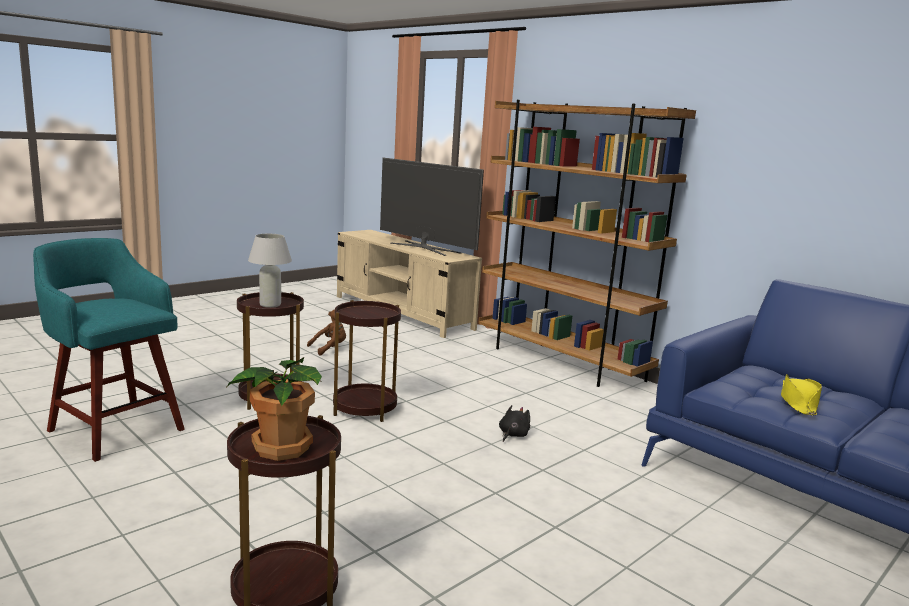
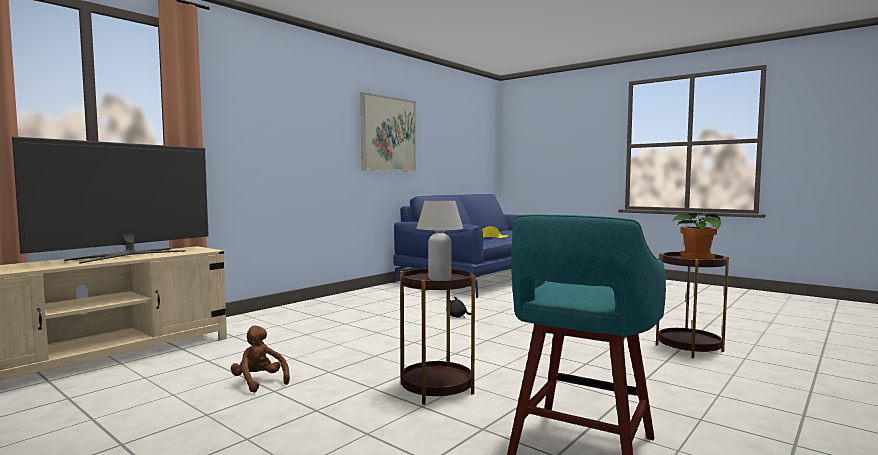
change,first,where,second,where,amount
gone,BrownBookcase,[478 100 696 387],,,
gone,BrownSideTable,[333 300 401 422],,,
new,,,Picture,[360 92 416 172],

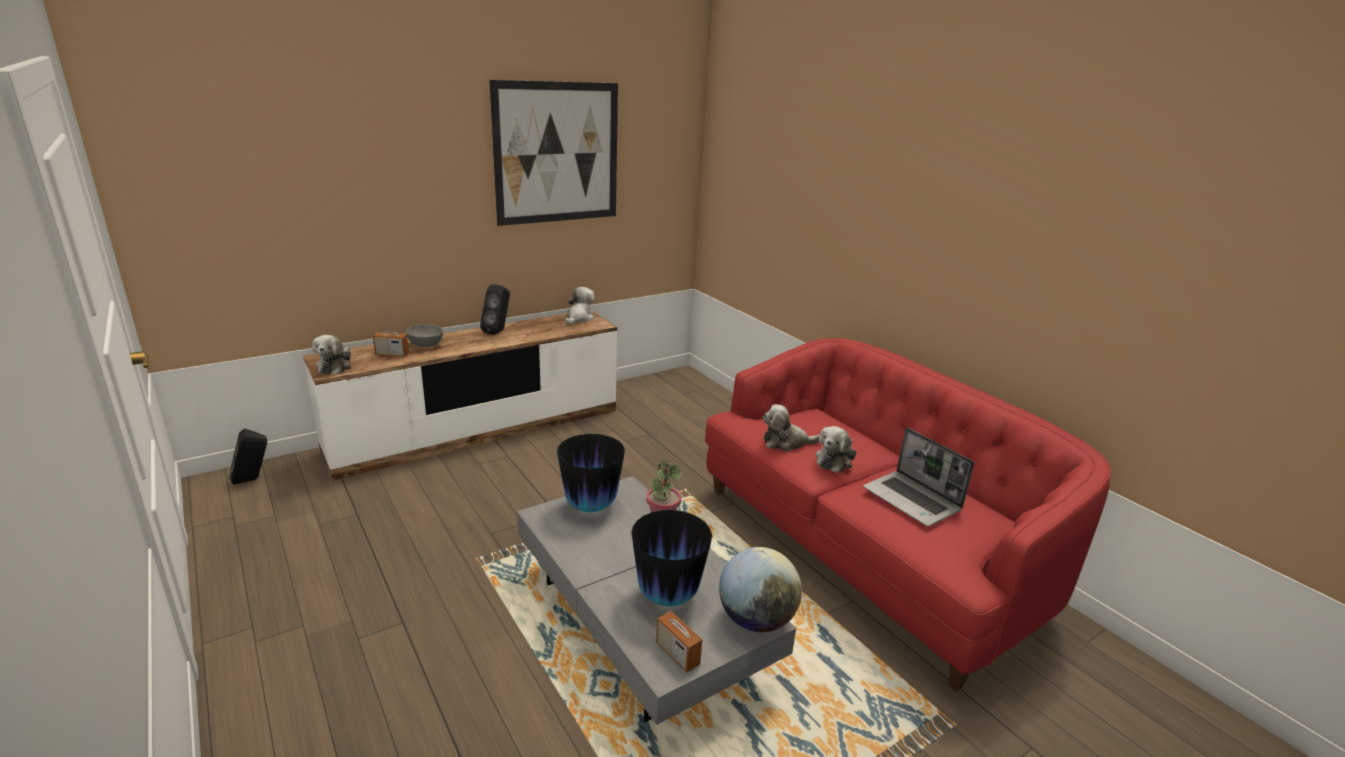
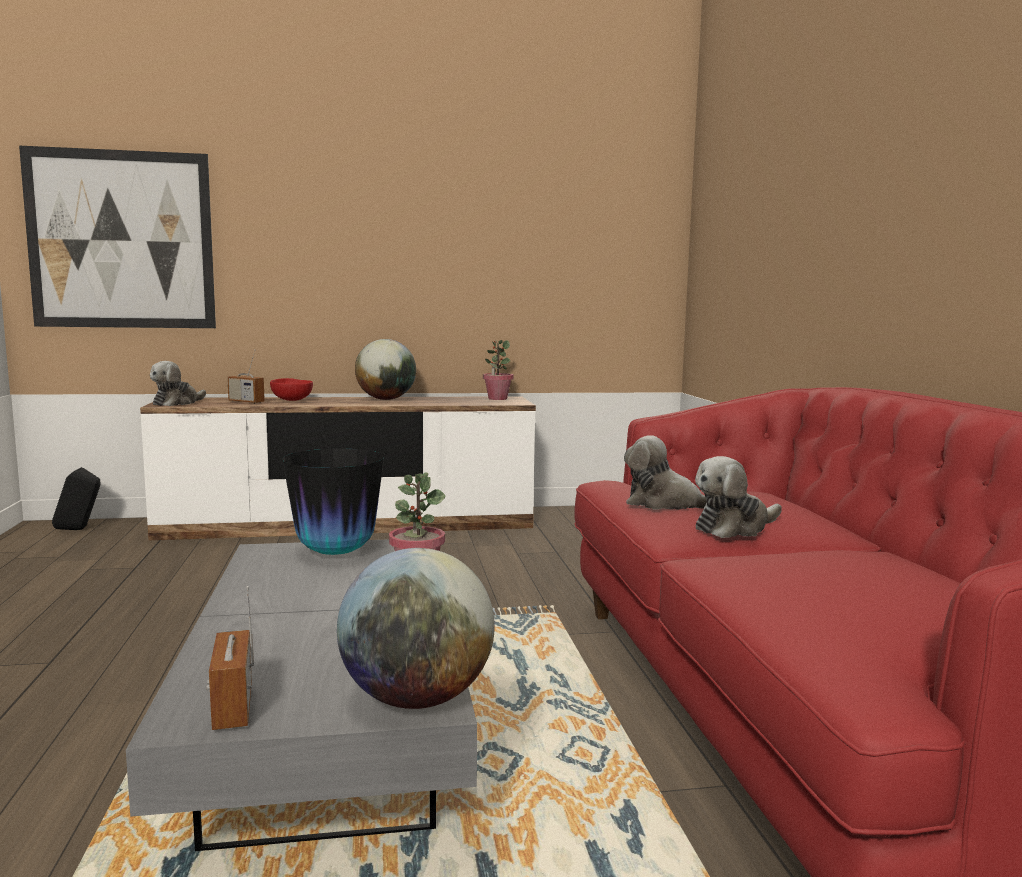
change,first,where,second,where,amount
shifted,Picture,[489 80 618 226],,[19 146 216 328],
swapped,BlackSpeaker,[480 284 510 335],Globe,[355 339 416 400],
swapped,PlushToy,[565 287 595 325],PottedPlant,[483 340 514 400],
repainted,GreyBowl,[407 324 443 347],RedBowl,[270 378 313 401],
gone,Laptop,[863 428 974 526],,,
gone,Vase,[631 510 712 606],,,

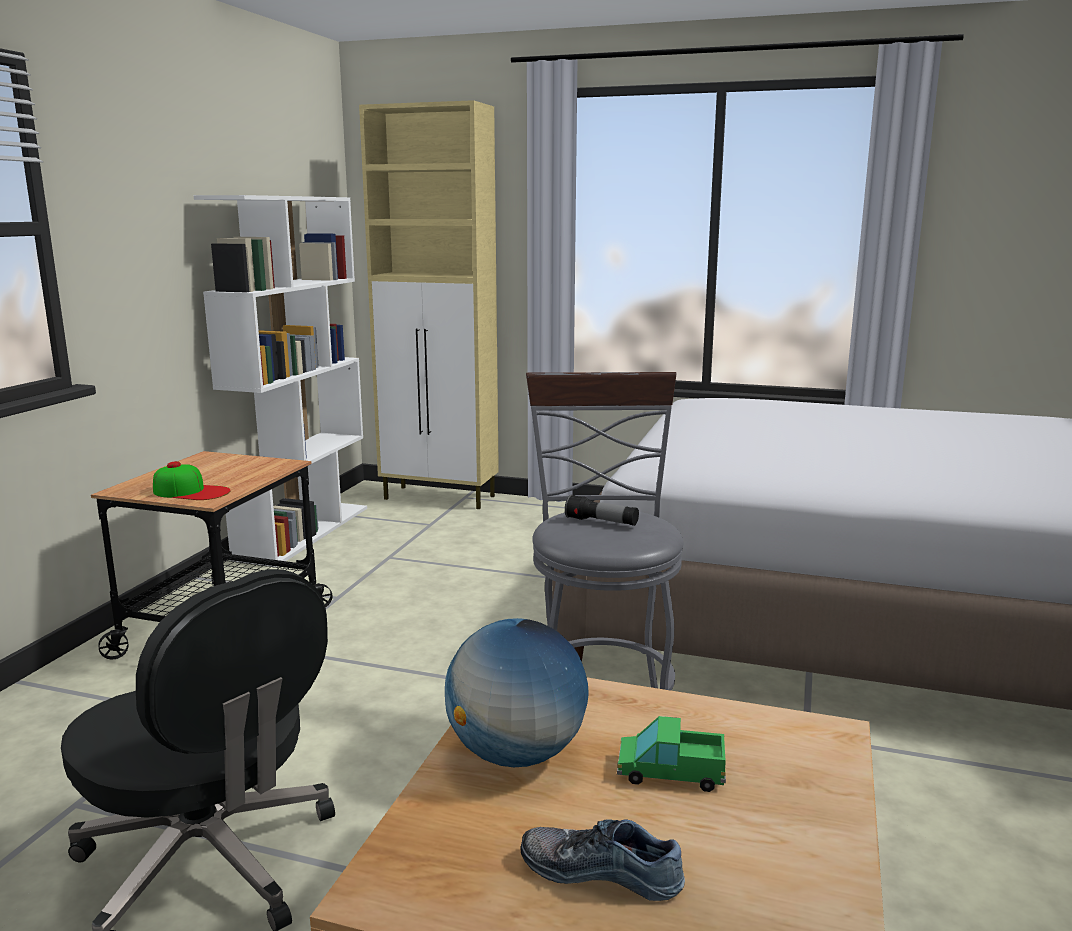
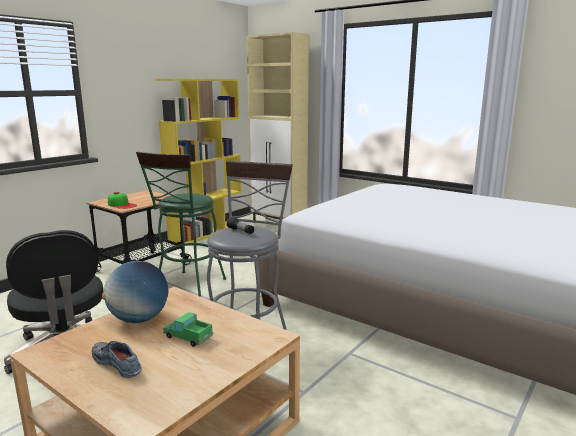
change,first,where,second,where,amount
repainted,WhiteBookcase,[193 195 367 567],YellowBookcase,[156 79 241 243],
new,,,GreenStool,[136 152 226 297],

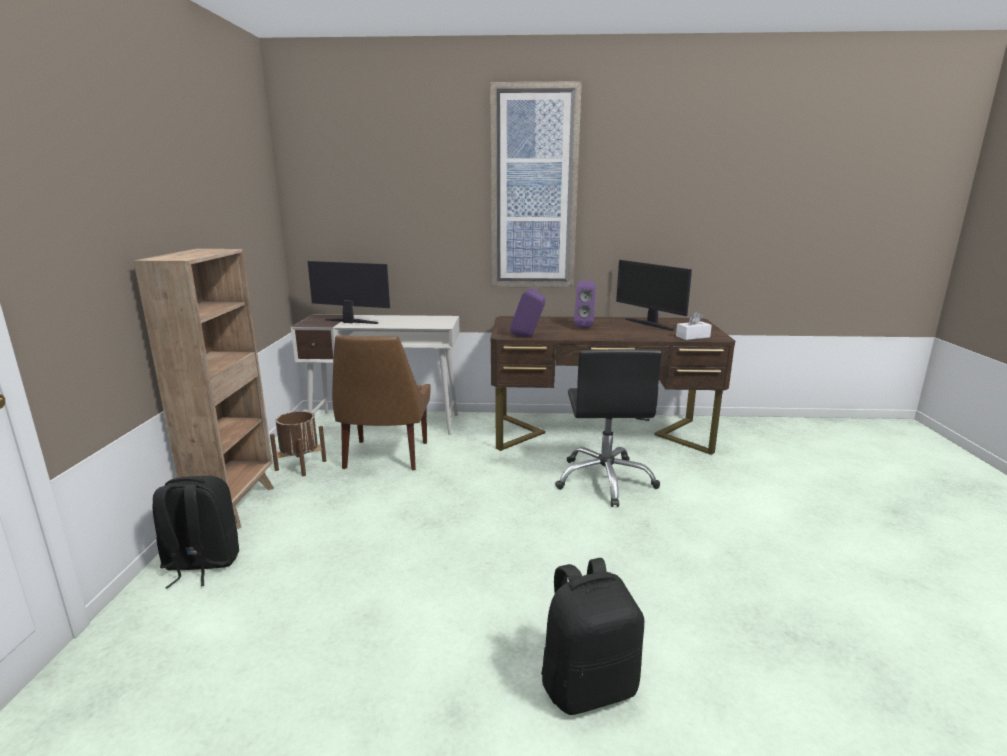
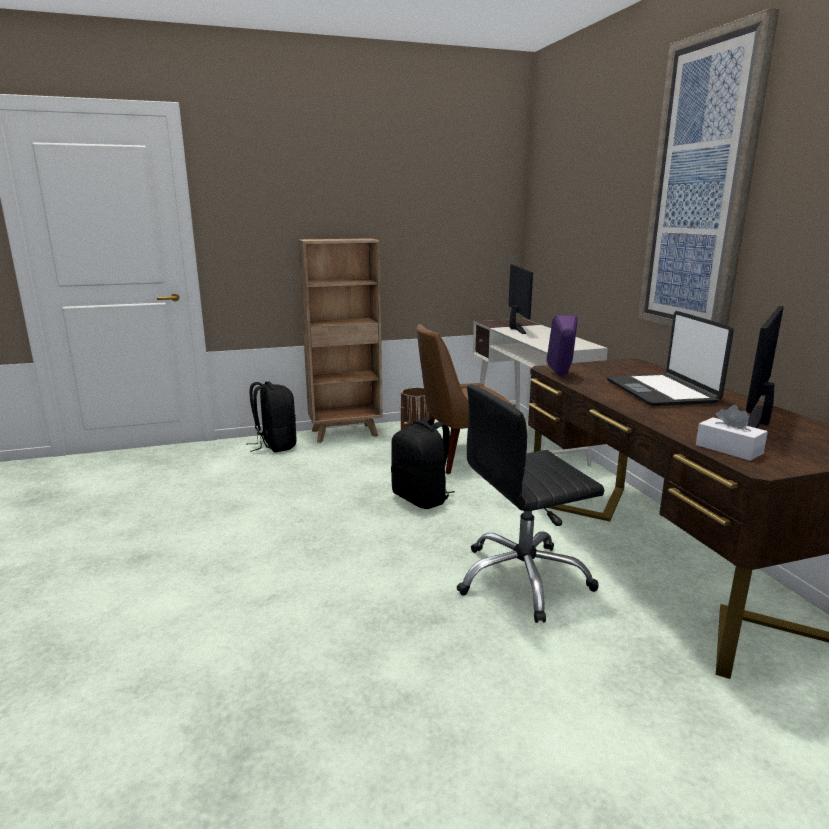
change,first,where,second,where,amount
swapped,PurpleSpeaker,[574 281 595 328],Laptop,[607 311 734 406],
shifted,BlackBackpack,[541 558 644 715],,[391 417 455 509],

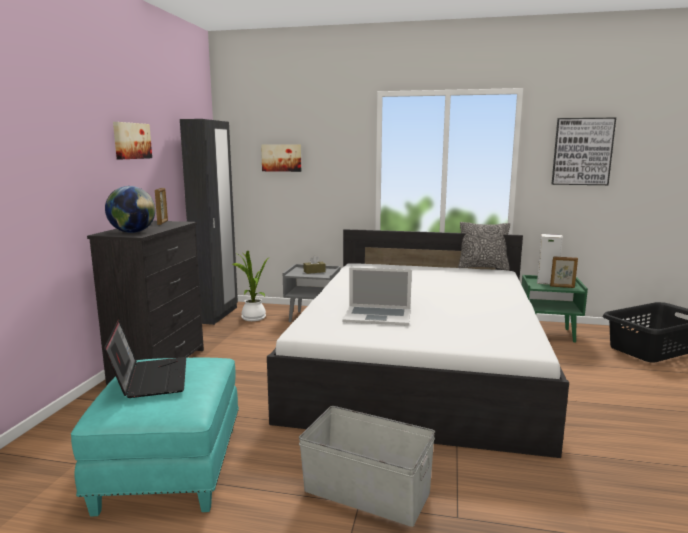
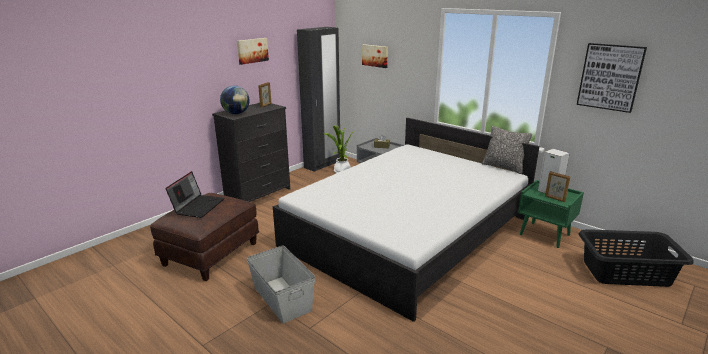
change,first,where,second,where,amount
gone,Laptop,[343 267 412 326],,,
repainted,TurquoiseOttoman,[71 358 239 517],BrownOttoman,[150 193 259 281],

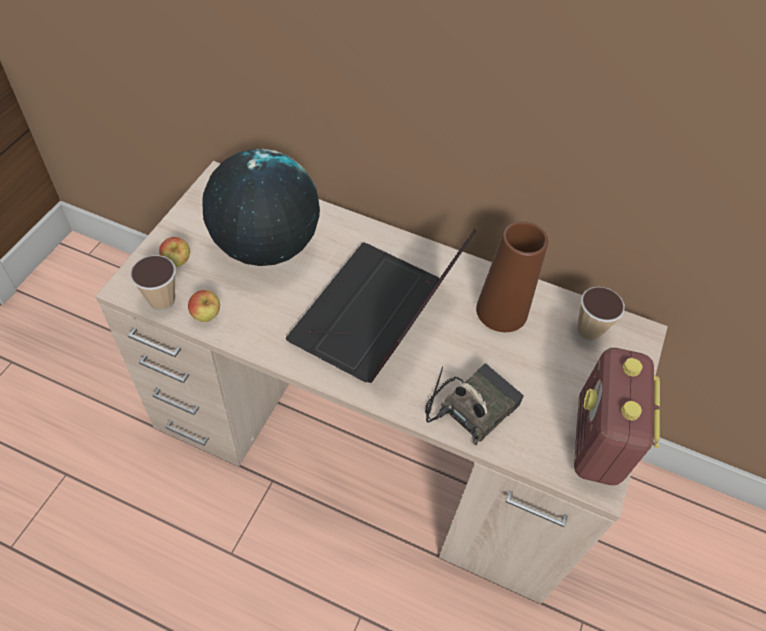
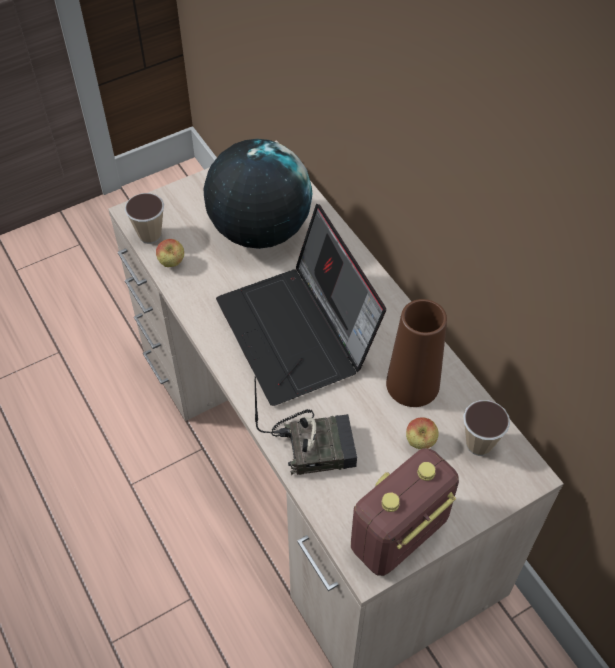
change,first,where,second,where,amount
rotated,Laptop,[286 229 476 383],,[216 204 386 406],90 degrees counterclockwise
shifted,Apple,[159 237 190 267],,[406 417 438 450],

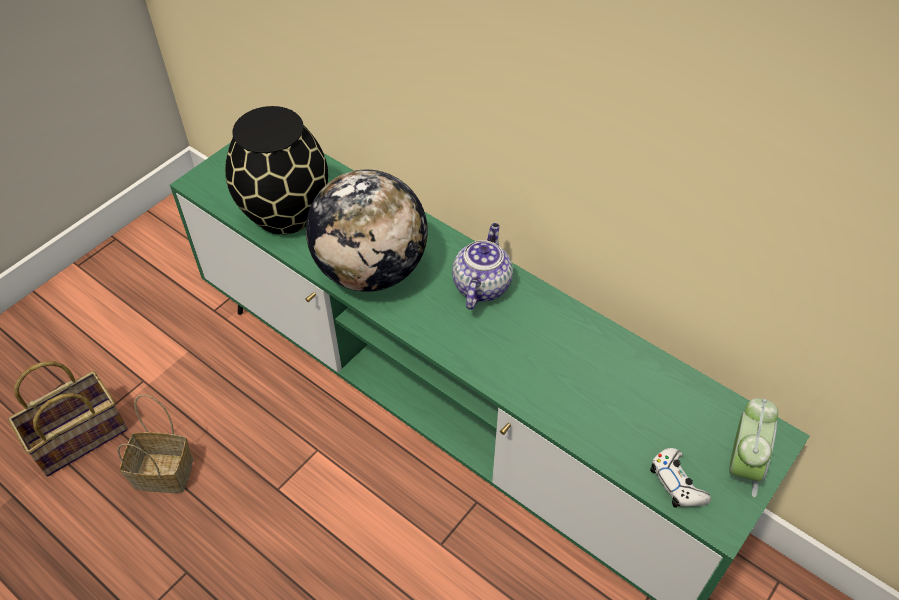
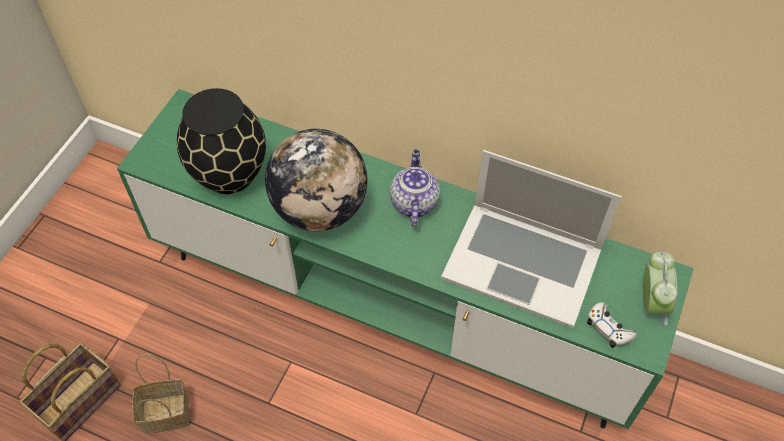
change,first,where,second,where,amount
new,,,Laptop,[441 150 622 328],

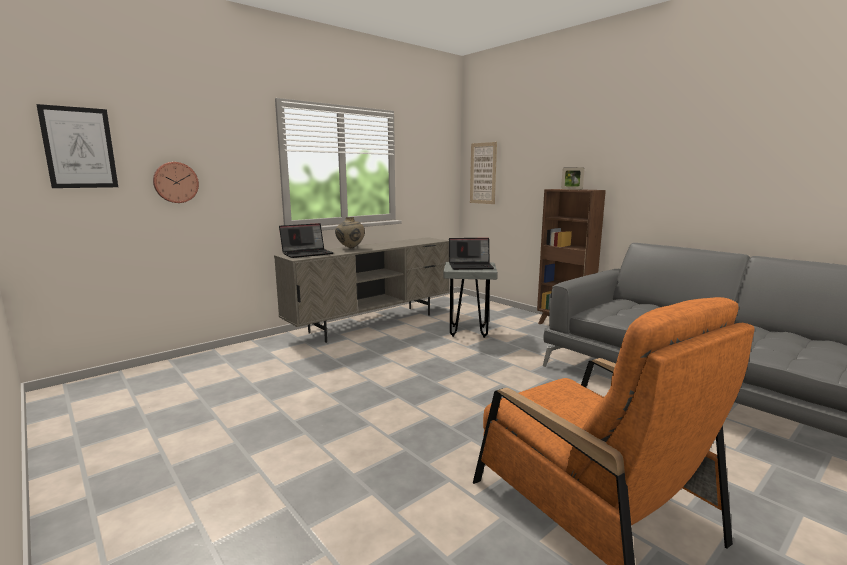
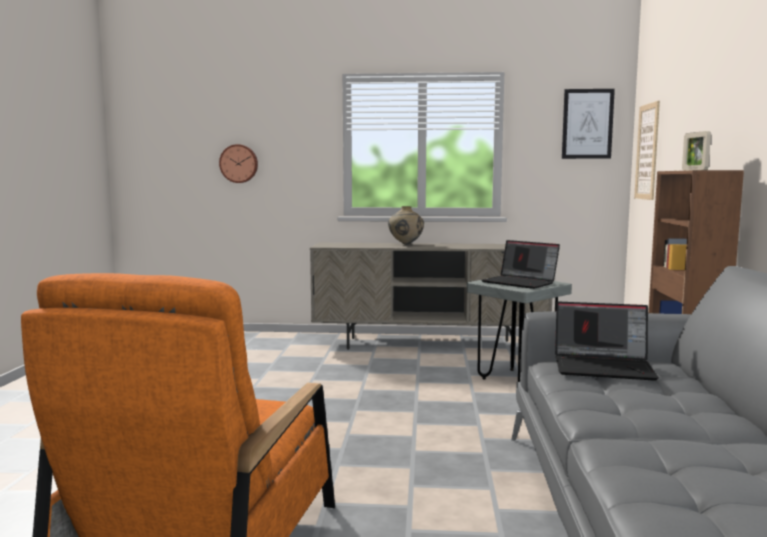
change,first,where,second,where,amount
shifted,Picture,[36 104 118 188],,[562 89 615 159],
shifted,Laptop,[279 223 334 258],,[555 302 659 381],

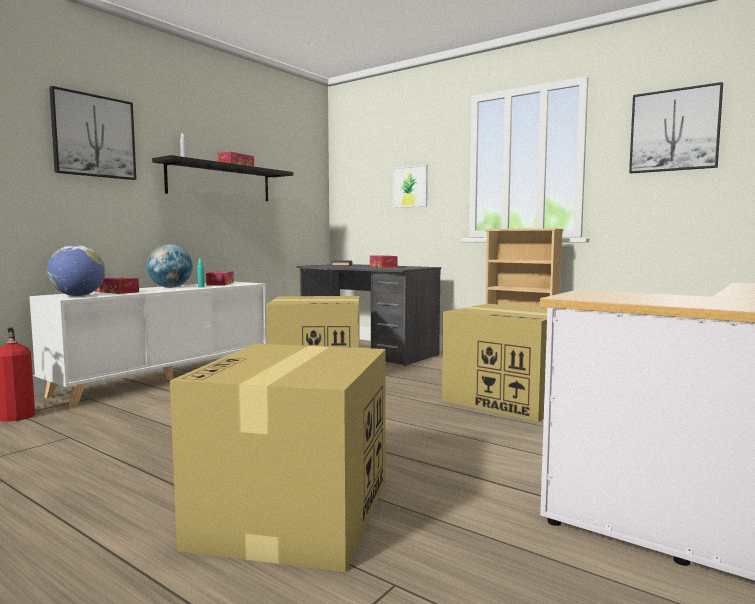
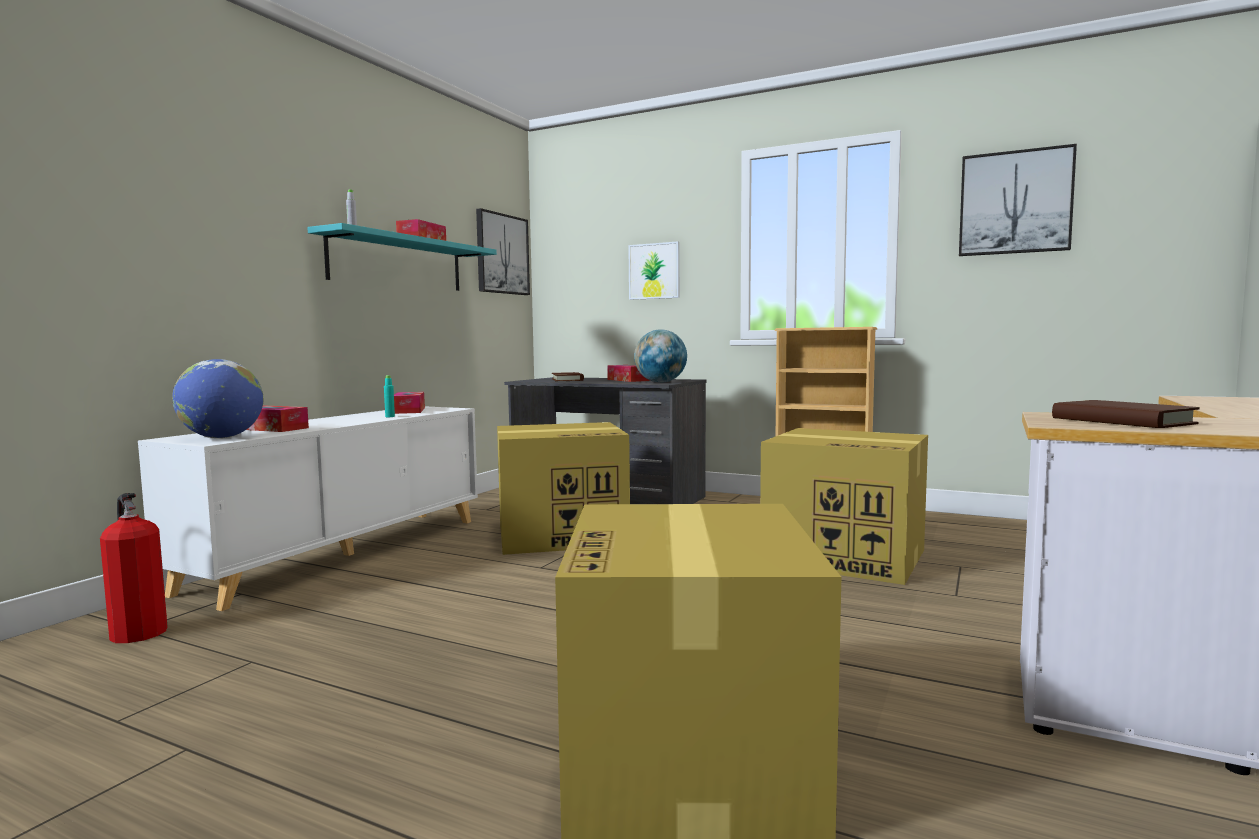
change,first,where,second,where,amount
shifted,Picture,[49 86 136 180],,[476 208 530 295],
repainted,BlackShelf,[152 155 293 201],TurquoiseShelf,[307 223 497 291],
shifted,Globe,[147 244 193 288],,[634 329 687 383],
new,,,BrownBook,[1052 400 1200 428],

